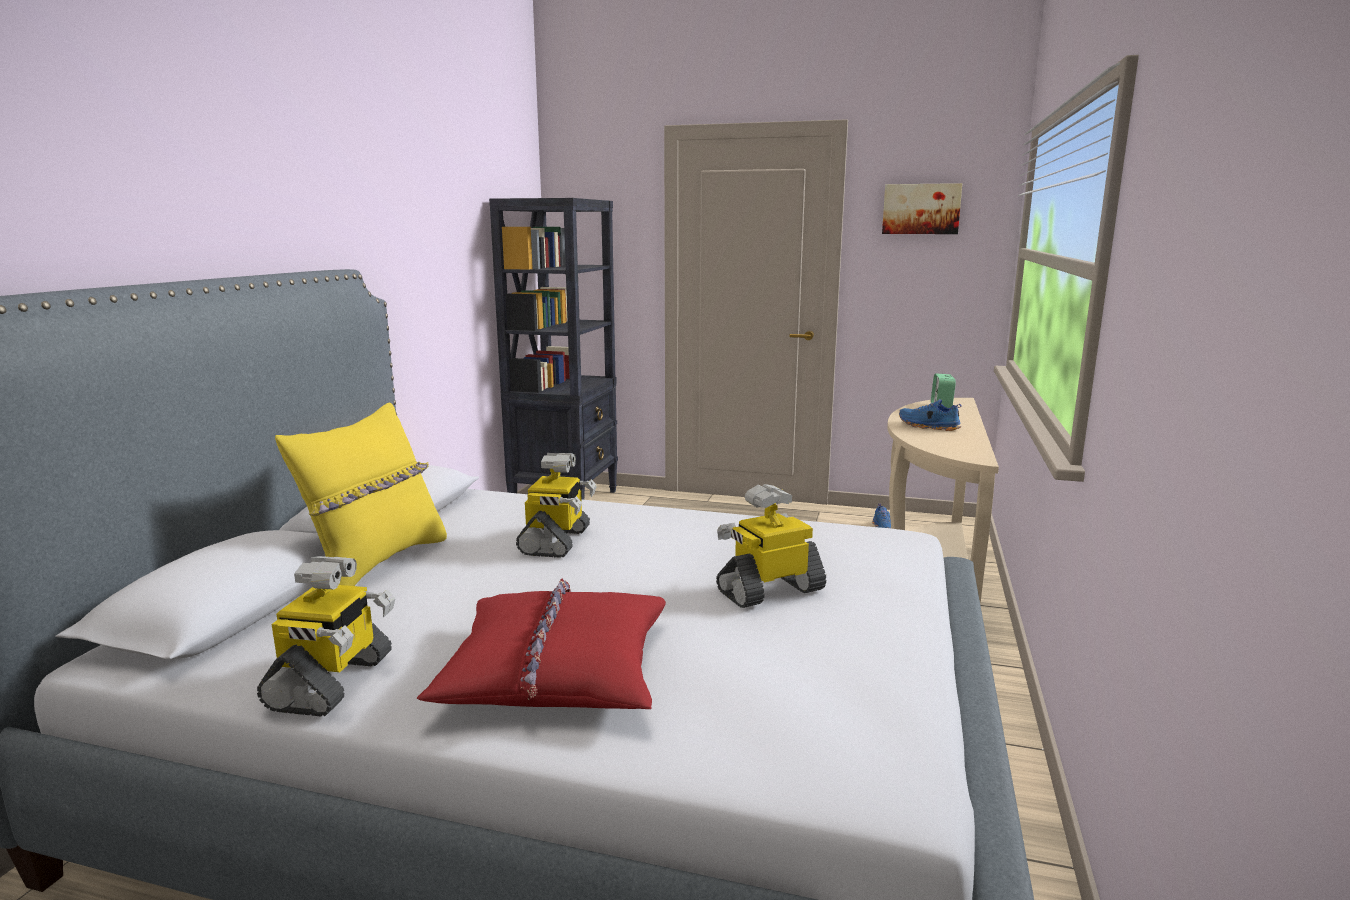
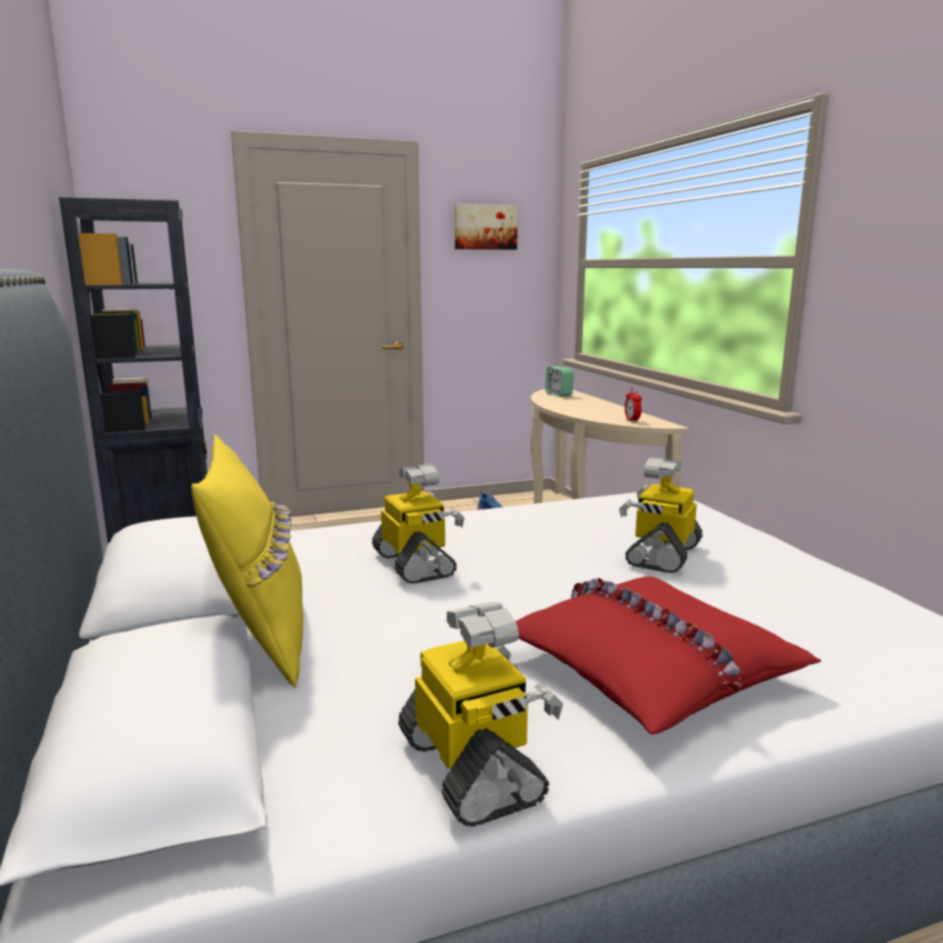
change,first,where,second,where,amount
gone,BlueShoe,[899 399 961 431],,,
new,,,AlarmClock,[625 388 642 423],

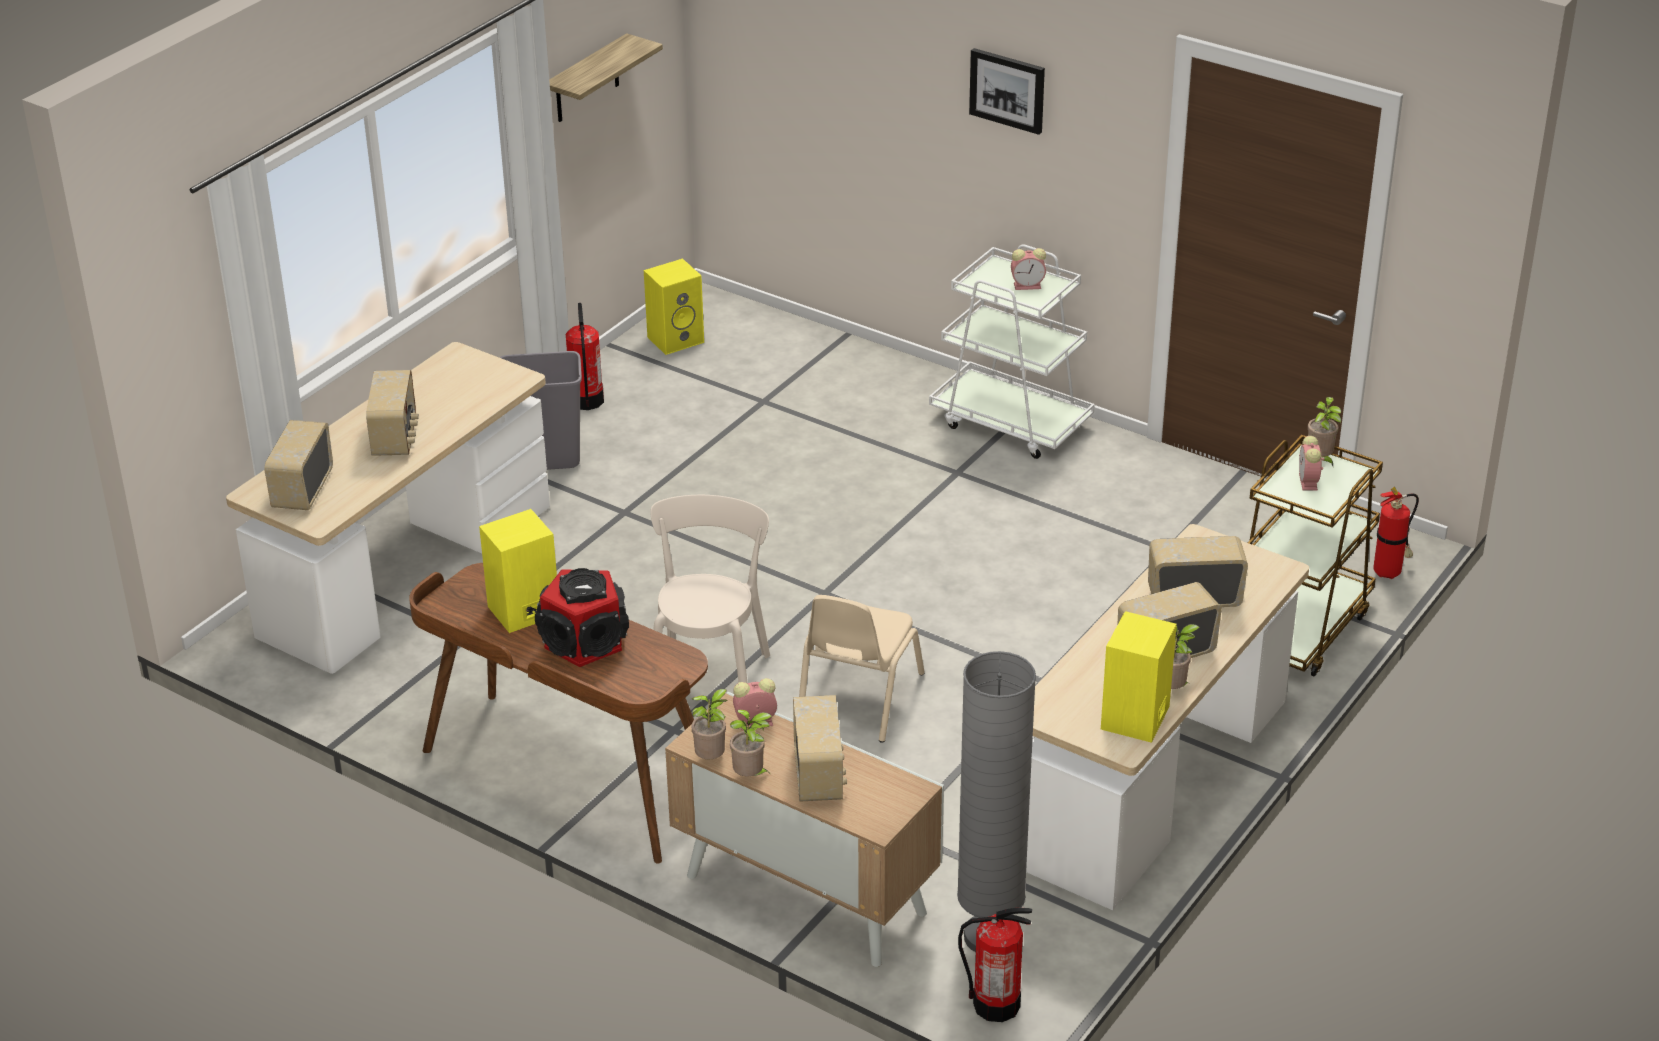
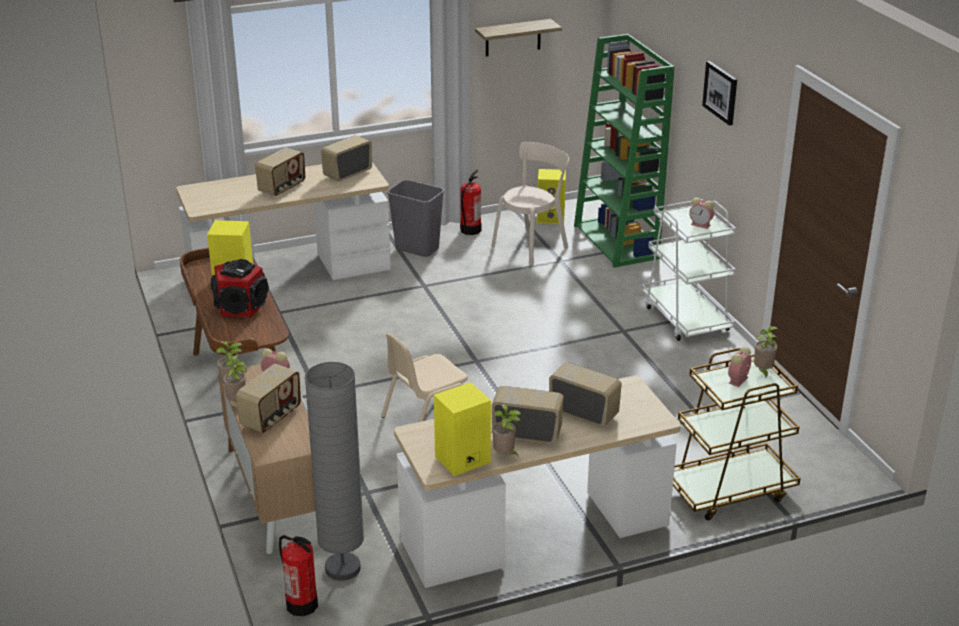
change,first,where,second,where,amount
shifted,Radio,[264 420 333 510],,[321 135 372 181],
gone,FireExtinguisher,[1373 487 1419 579],,,
shifted,BeigeChair,[650 495 770 683],,[491 142 569 265],
new,,,GreenBookcase,[574 34 675 268],

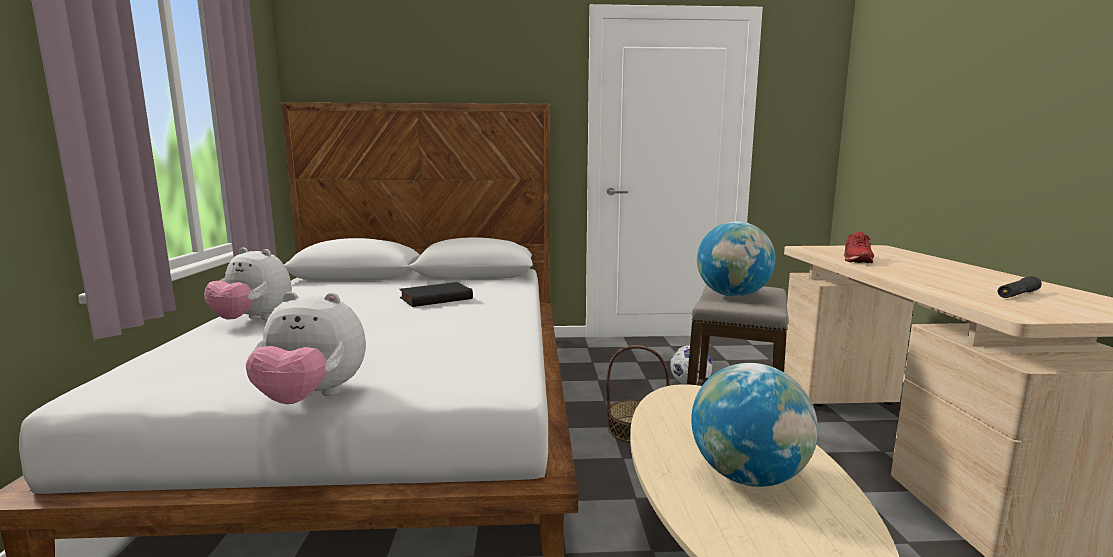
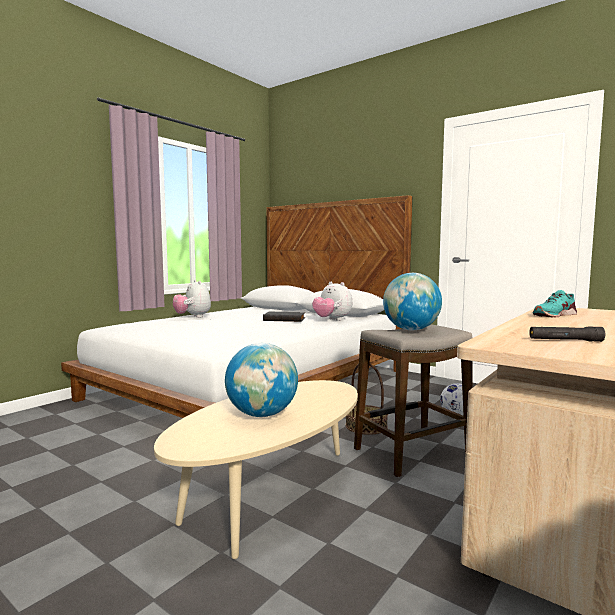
change,first,where,second,where,amount
repainted,RedShoe,[844 232 874 263],TurquoiseShoe,[533 290 577 318],
shifted,PlushToy,[245 292 366 404],,[312 282 352 321],

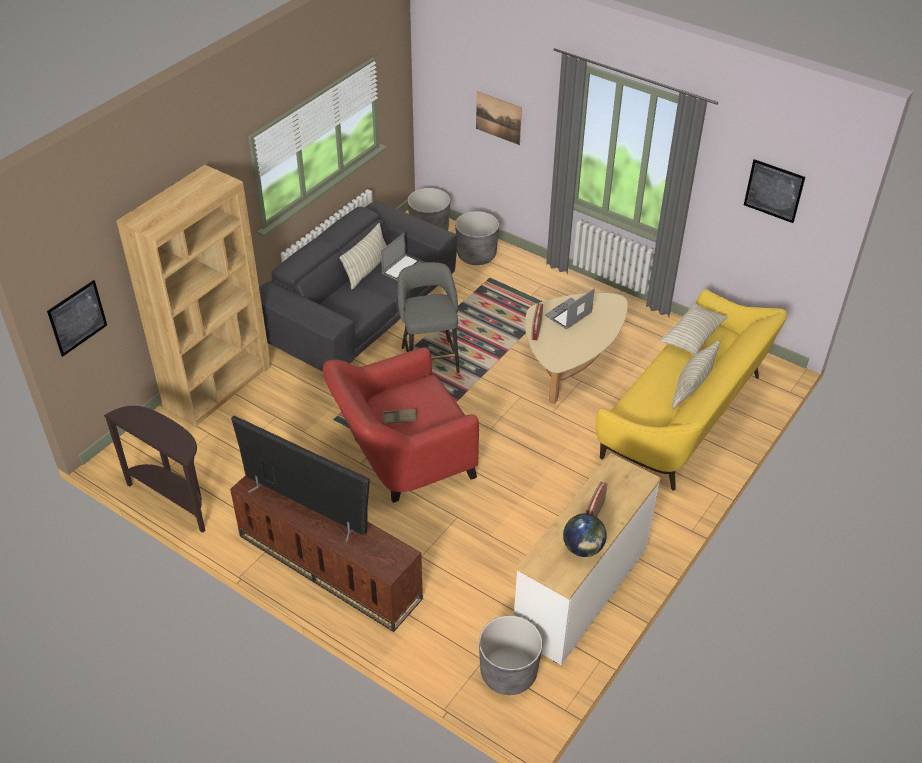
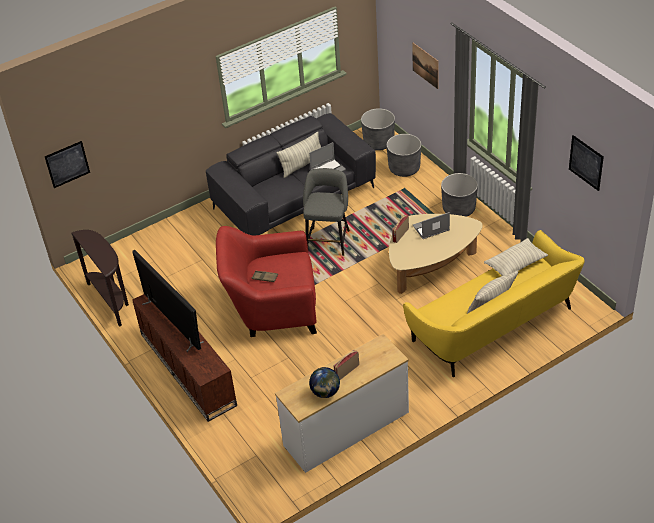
change,first,where,second,where,amount
gone,BrownBookcase,[116 165 271 426],,,
shifted,GreyPlanter,[479 616 542 695],,[441 173 478 217],

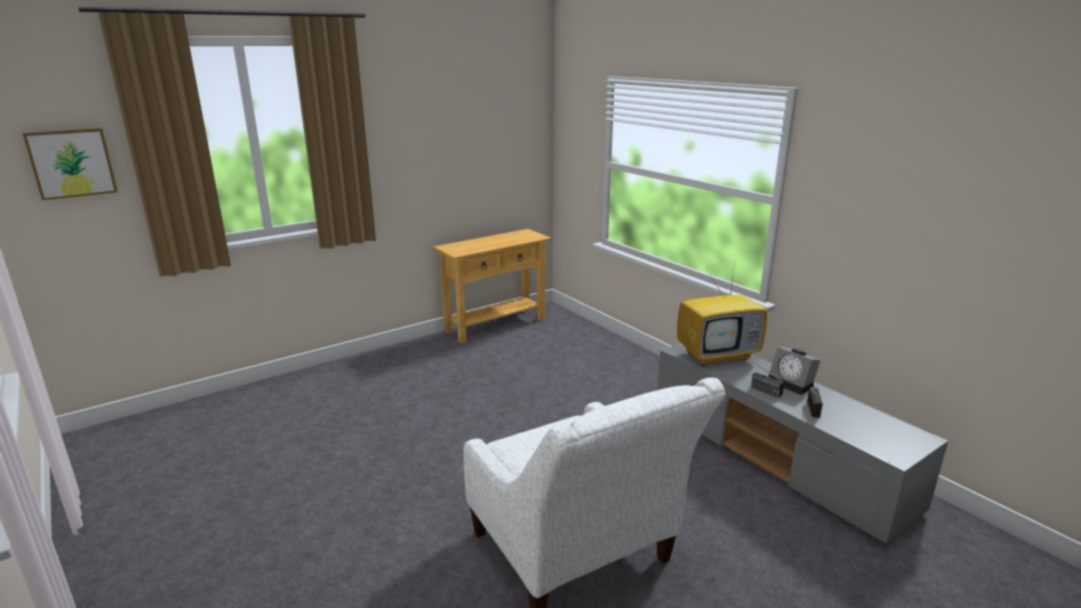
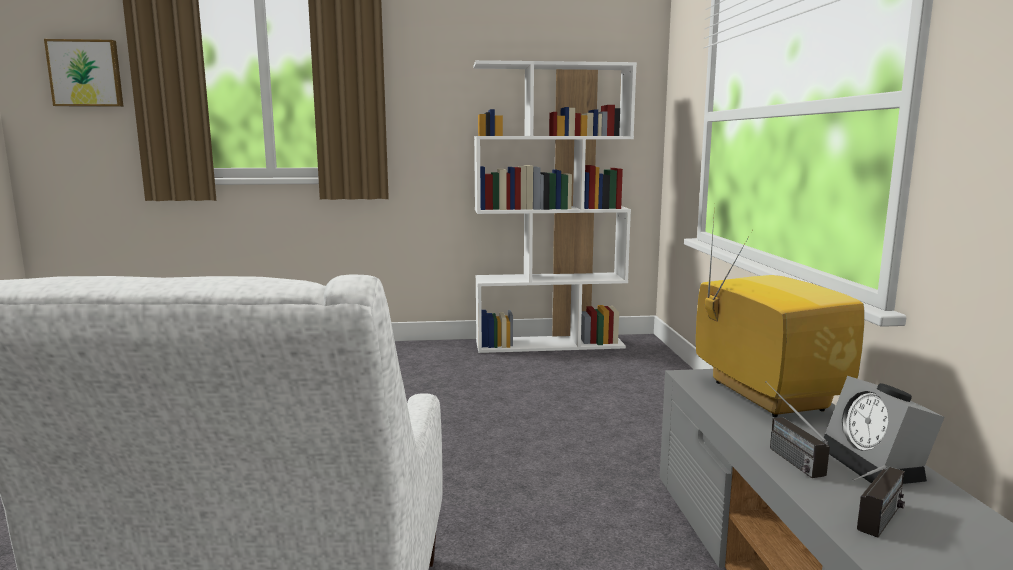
change,first,where,second,where,amount
swapped,BeigeConsoleTable,[433 229 552 344],WhiteBookcase,[473 60 637 353],
rotated,Television,[677 262 767 366],,[696 205 864 418],120 degrees counterclockwise

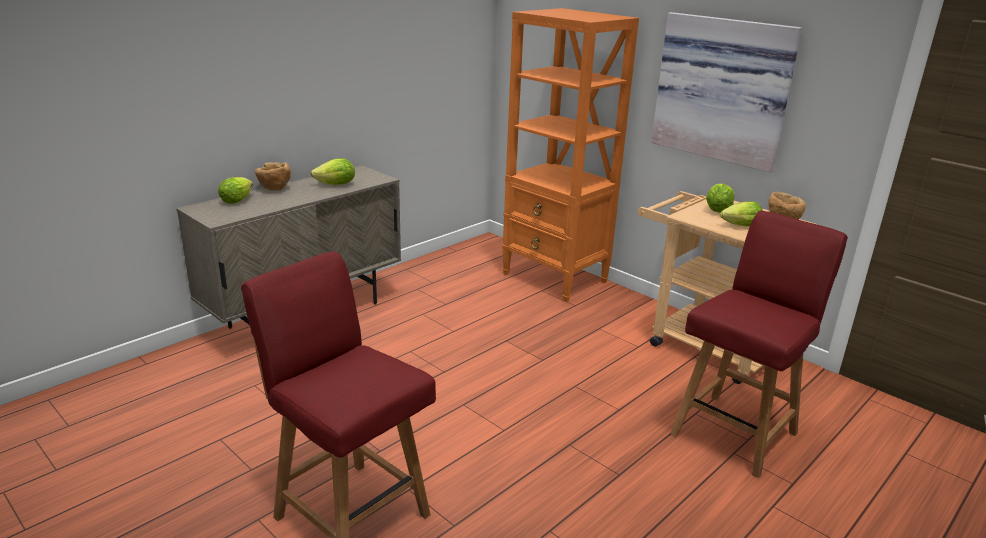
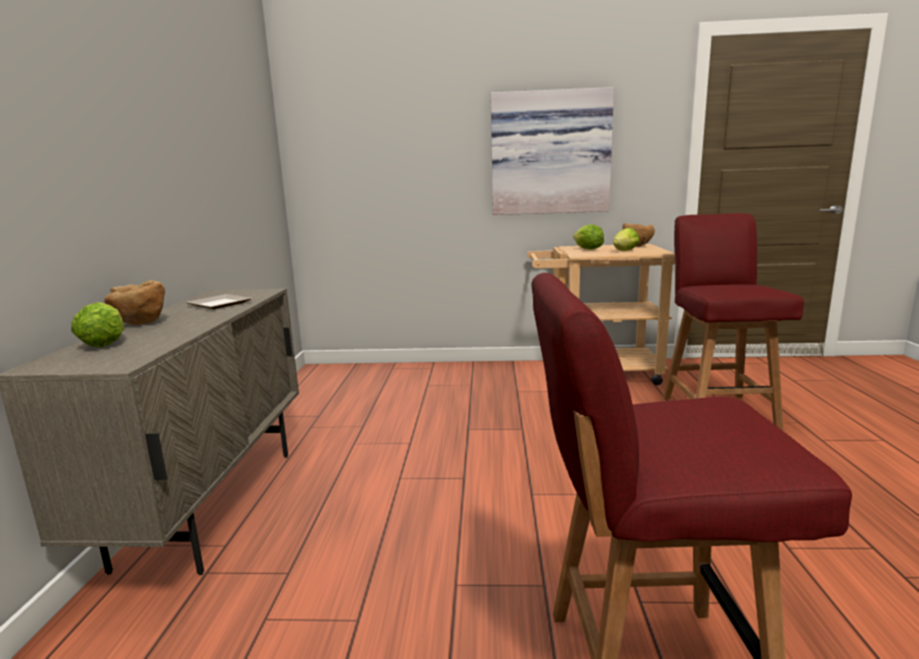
change,first,where,second,where,amount
gone,OrangeBookcase,[502 8 639 302],,,
swapped,Lettuce,[311 158 355 185],Plate,[186 294 252 309],

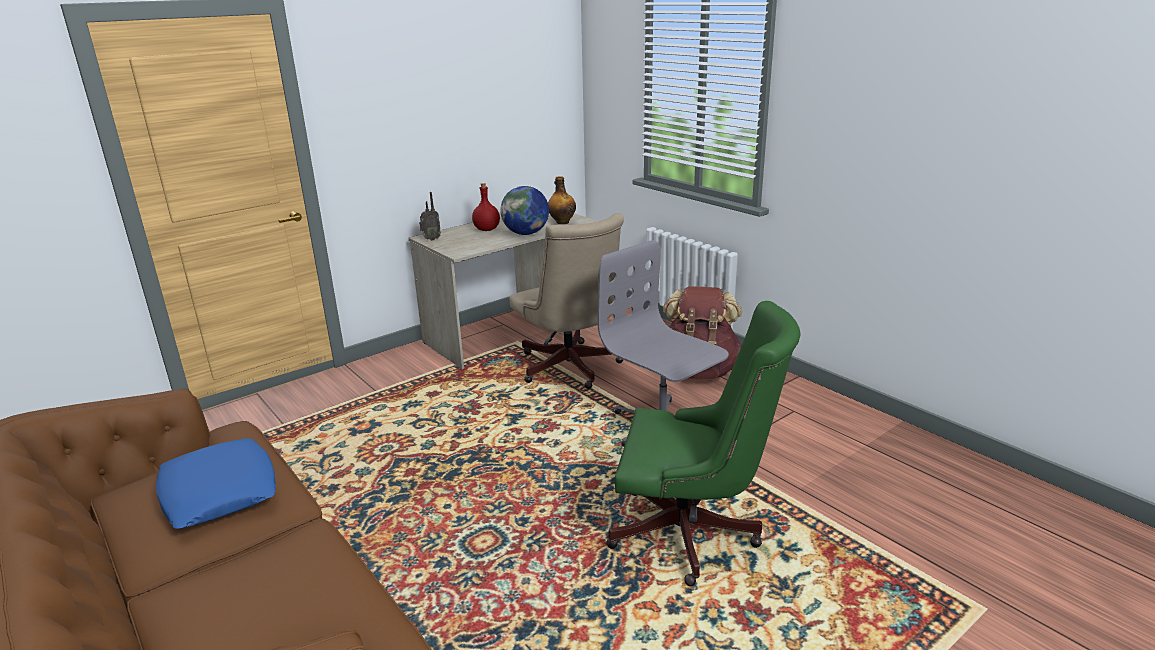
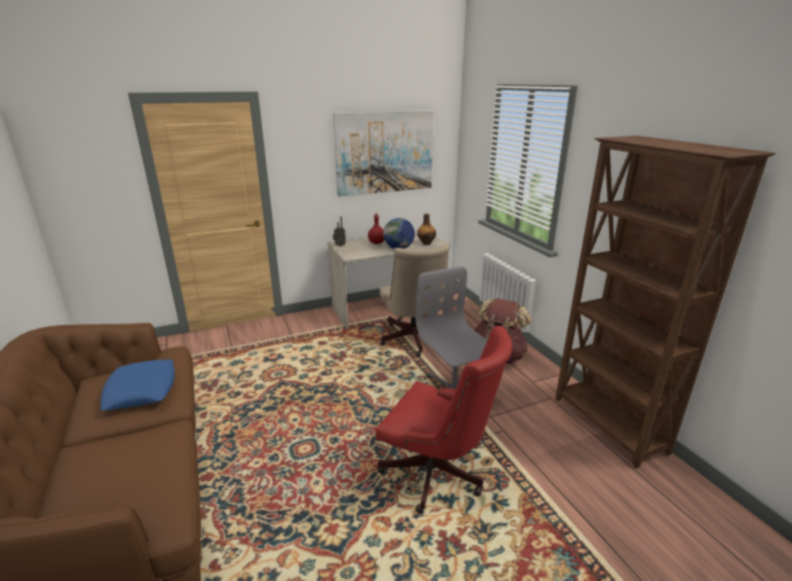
change,first,where,second,where,amount
repainted,GreenOfficeChair,[606 301 800 586],RedOfficeChair,[375 326 512 514],
new,,,Picture,[333 110 434 196],
new,,,BrownBookcase,[555 136 776 469],

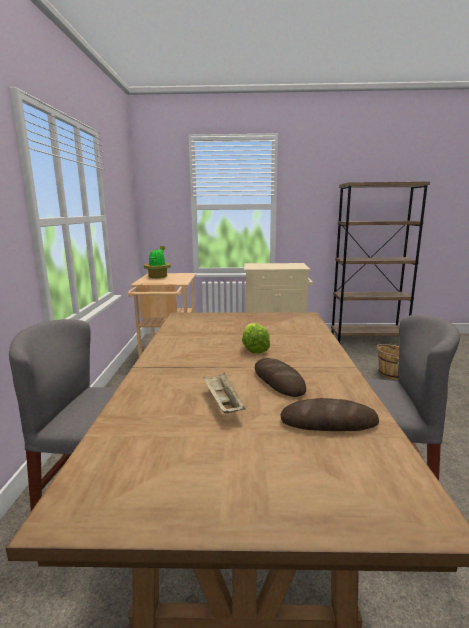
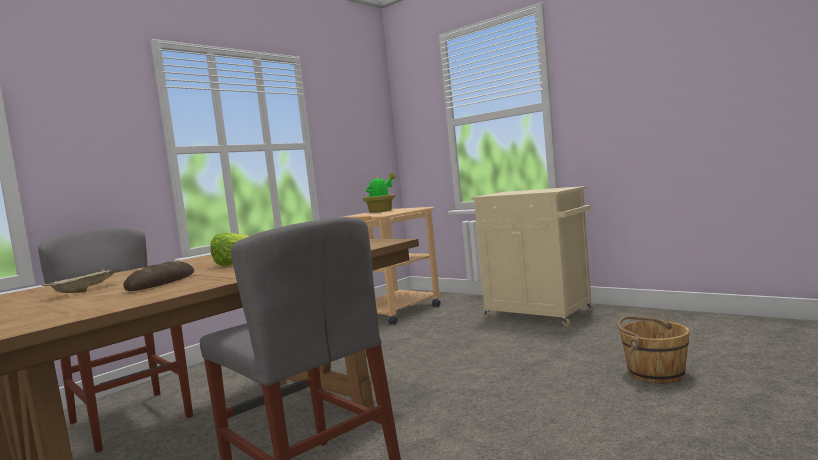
change,first,where,second,where,amount
gone,BrownBookcase,[331 182 430 344],,,
gone,Bread,[281 398 379 431],,,

